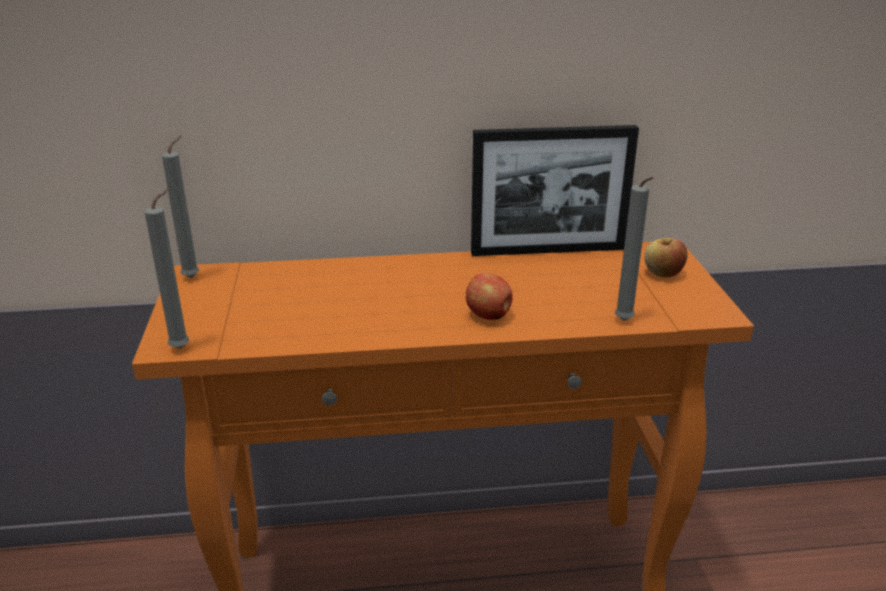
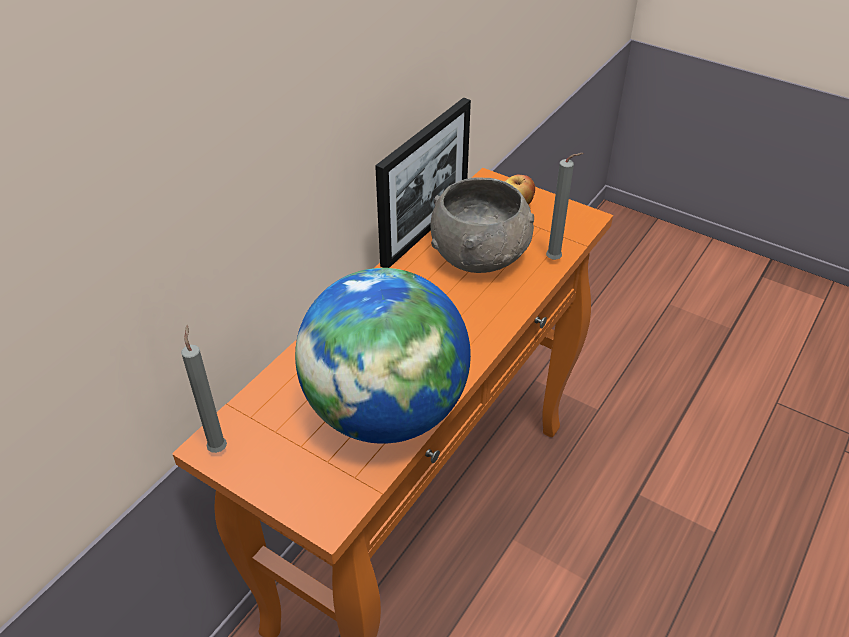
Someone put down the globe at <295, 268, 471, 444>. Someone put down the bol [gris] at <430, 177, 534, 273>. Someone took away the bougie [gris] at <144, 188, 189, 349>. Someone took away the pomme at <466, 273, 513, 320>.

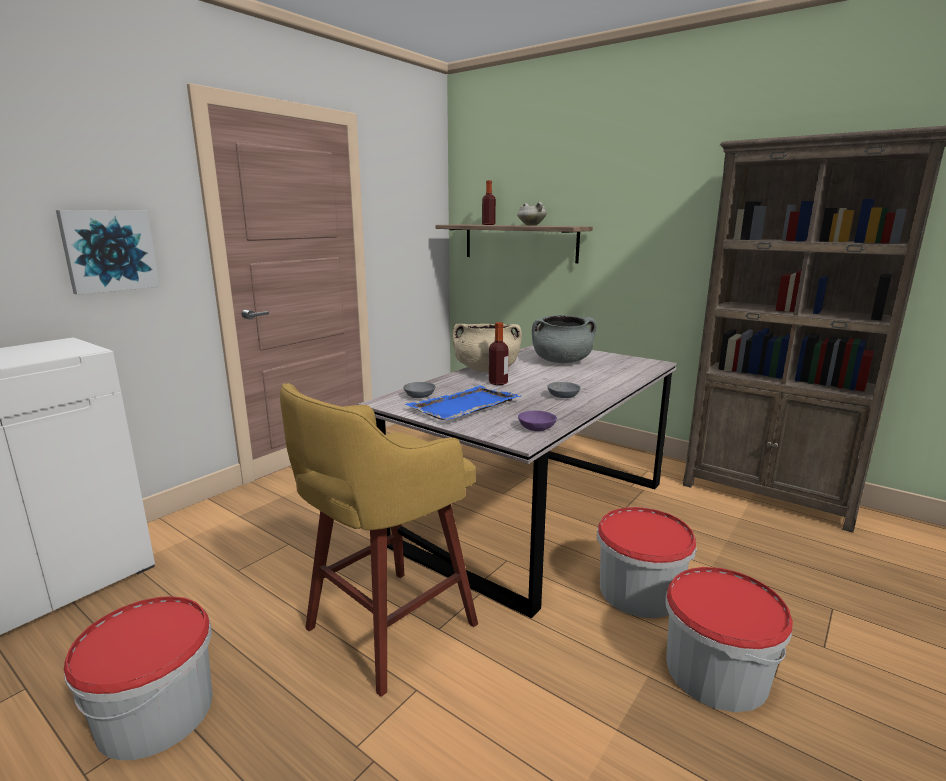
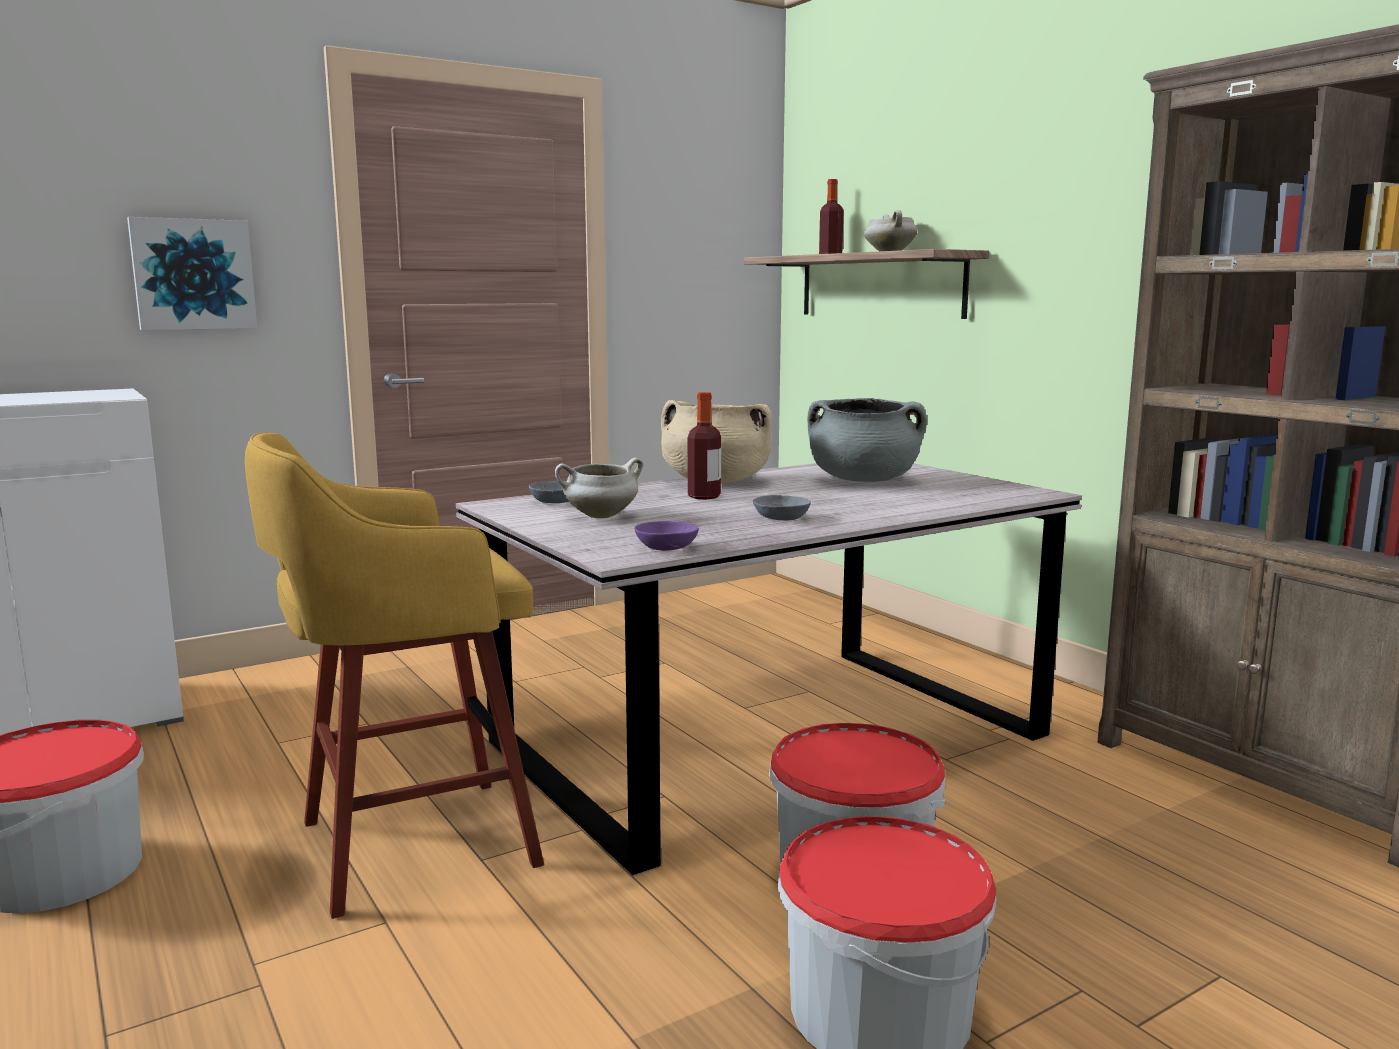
Someone swapped the plateau [bleu] at <405, 385, 521, 420> for the marmite [blanc] at <555, 458, 643, 518>.

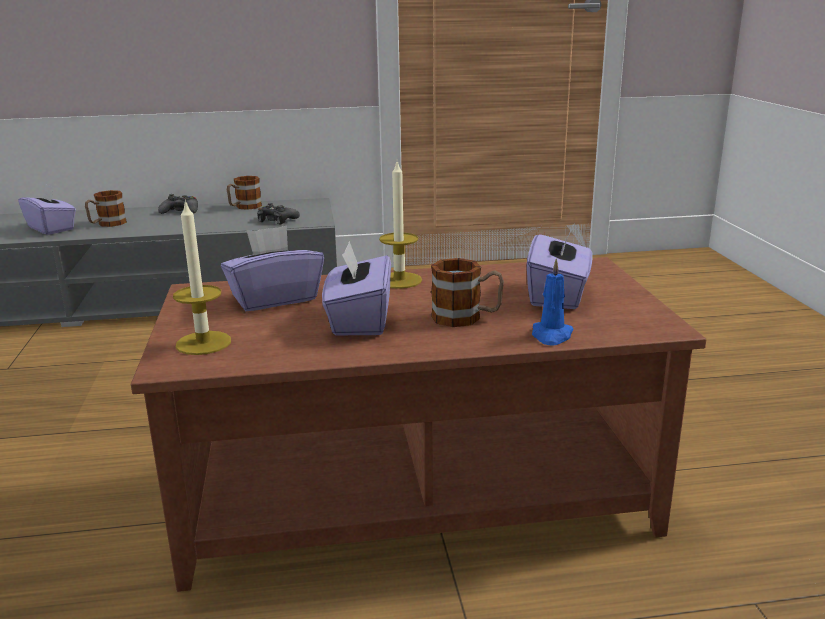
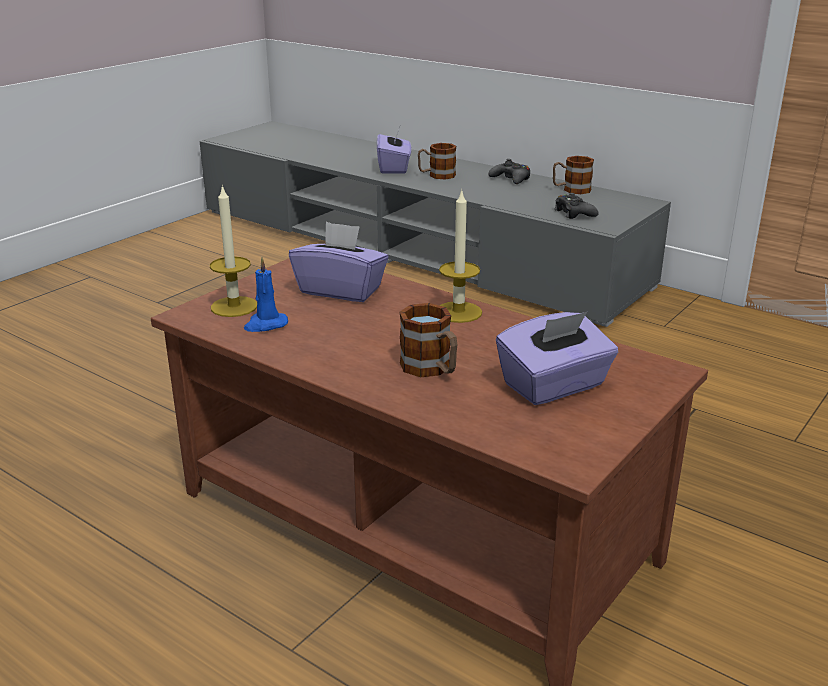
Someone carried the bougie [bleu] from <532, 258, 574, 346> to <244, 257, 288, 332>. Someone took away the boîte à mouchoirs [violet] at <322, 241, 391, 335>.

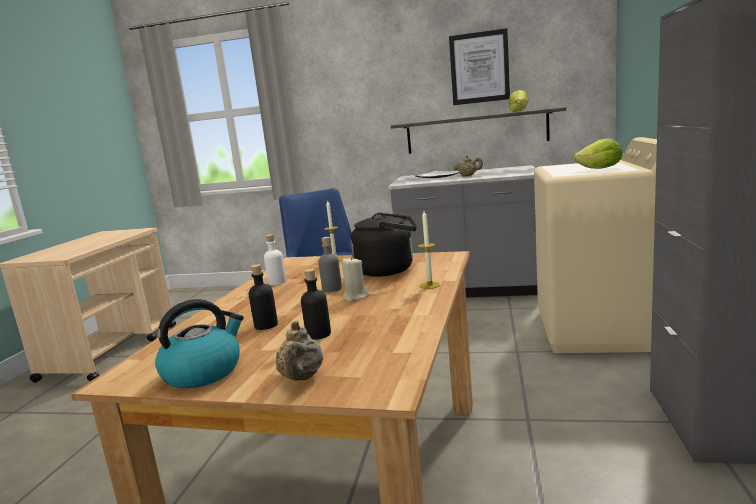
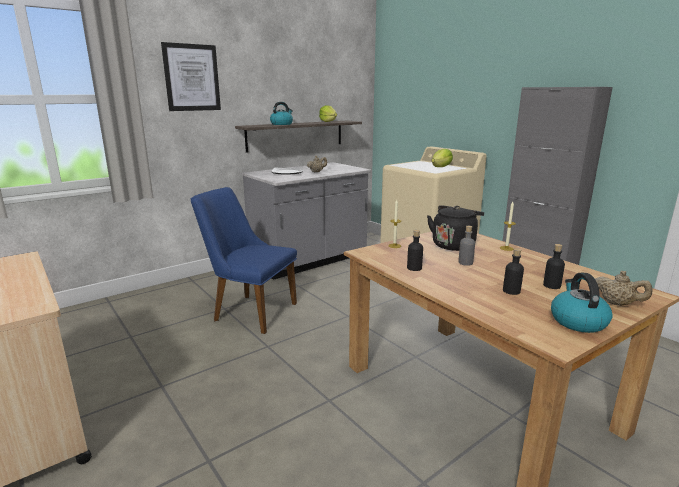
Someone carried the tableau from <449, 28, 510, 105> to <161, 42, 221, 111>. Someone put down the bouilloire at <270, 102, 293, 125>. Someone repainted the bouteille [blanc] at <264, 234, 286, 285>, which became the bouteille [noir] at <407, 230, 423, 271>. Someone took away the bougie [beige] at <342, 257, 369, 302>.

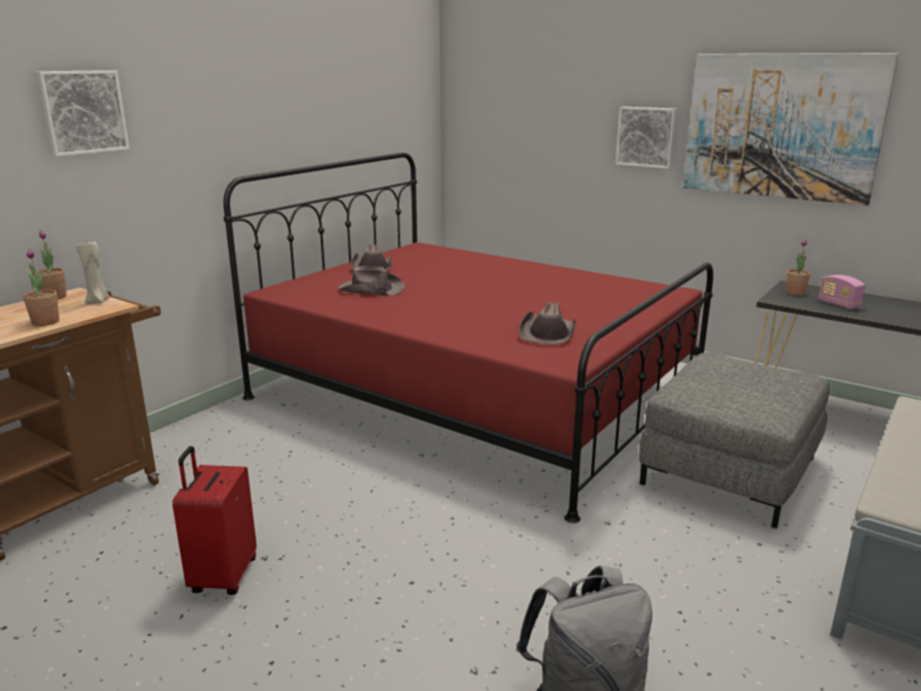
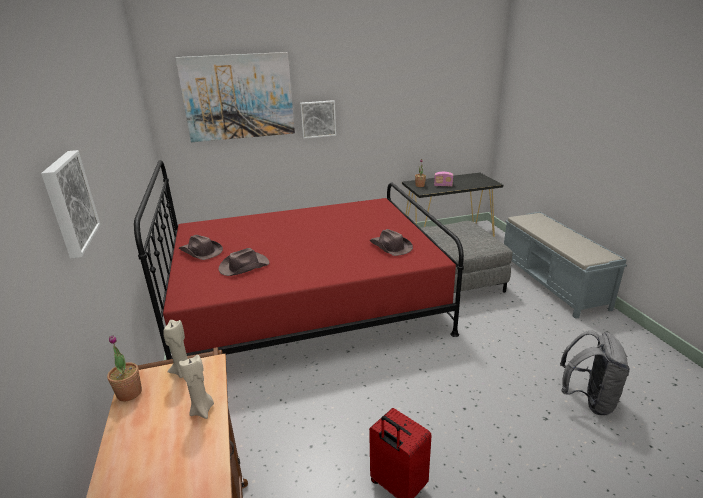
Someone carried the tableau from <683, 53, 899, 206> to <175, 52, 295, 142>. Someone swapped the plante en pot at <23, 249, 59, 326> for the bougie [beige] at <179, 355, 214, 419>.

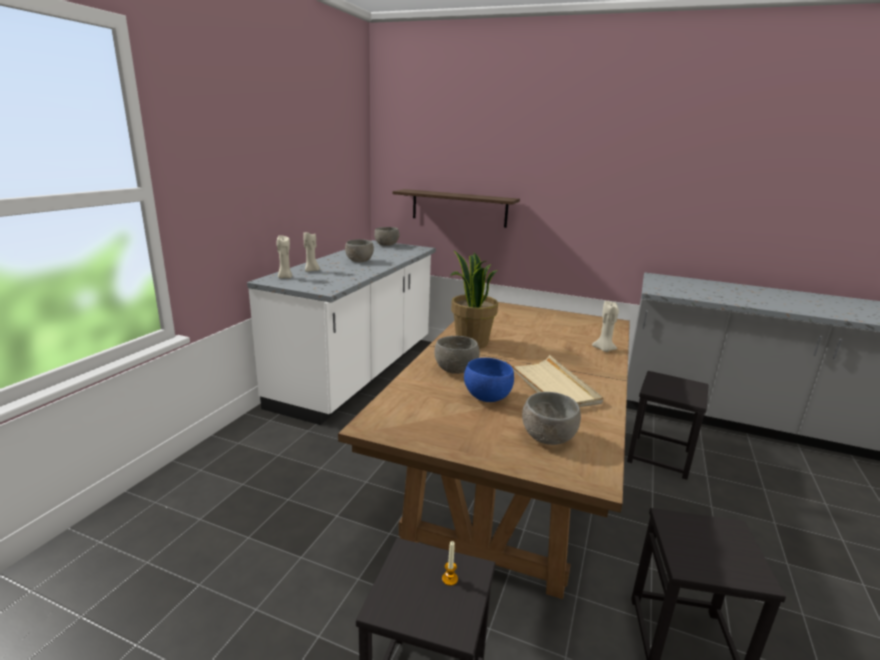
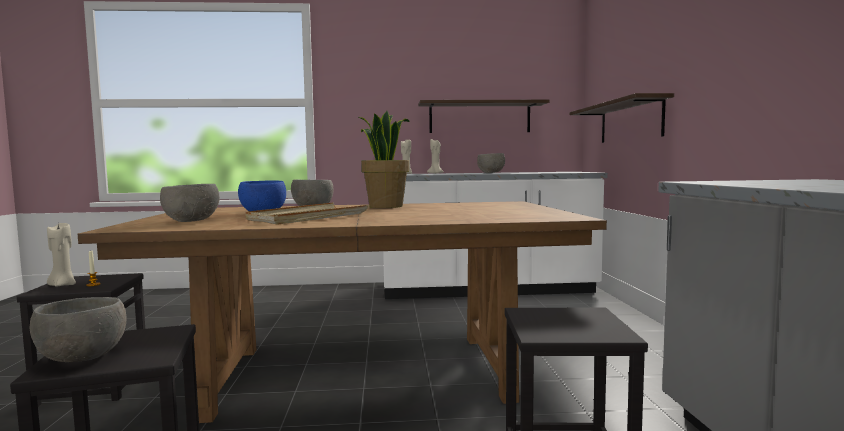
Someone carried the bol [gris] from <374, 227, 400, 246> to <30, 297, 126, 362>. Someone carried the bougie [beige] from <592, 301, 619, 352> to <47, 223, 76, 287>. Someone put up the étagère at <418, 100, 549, 133>.

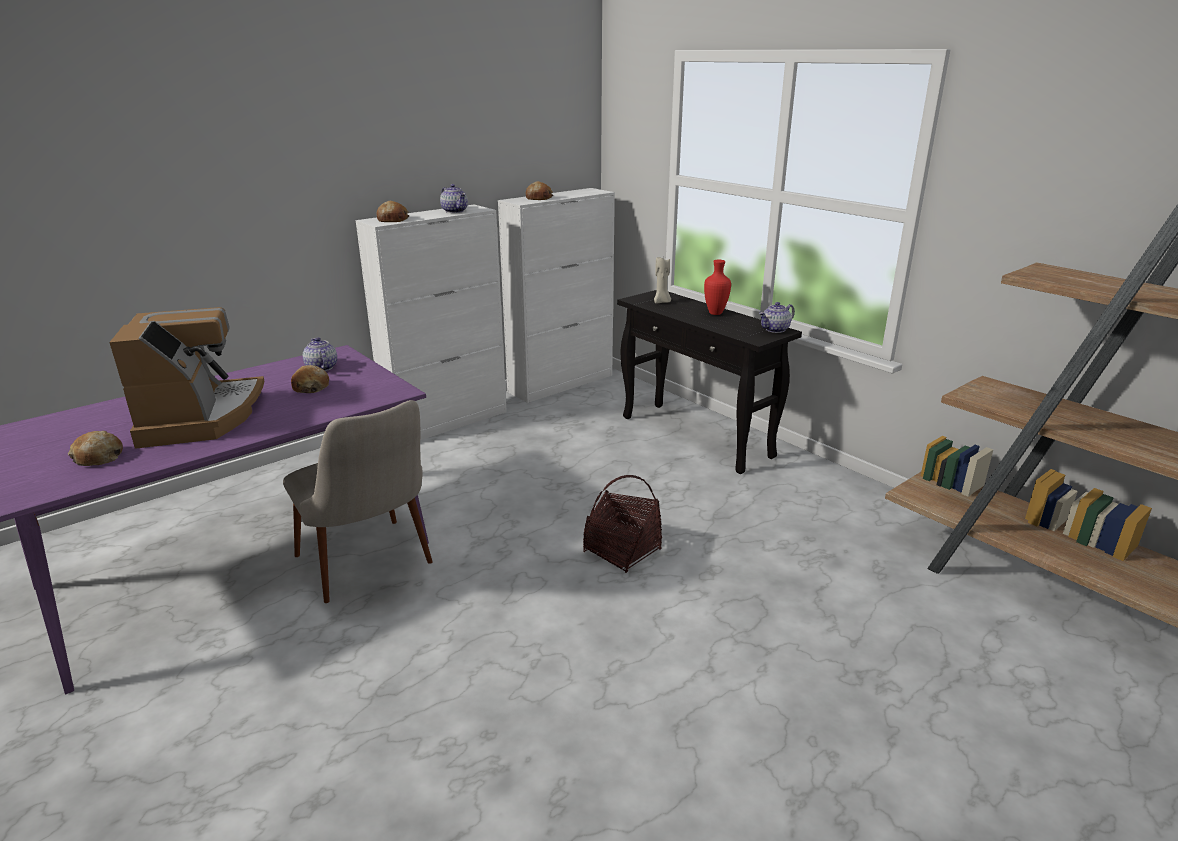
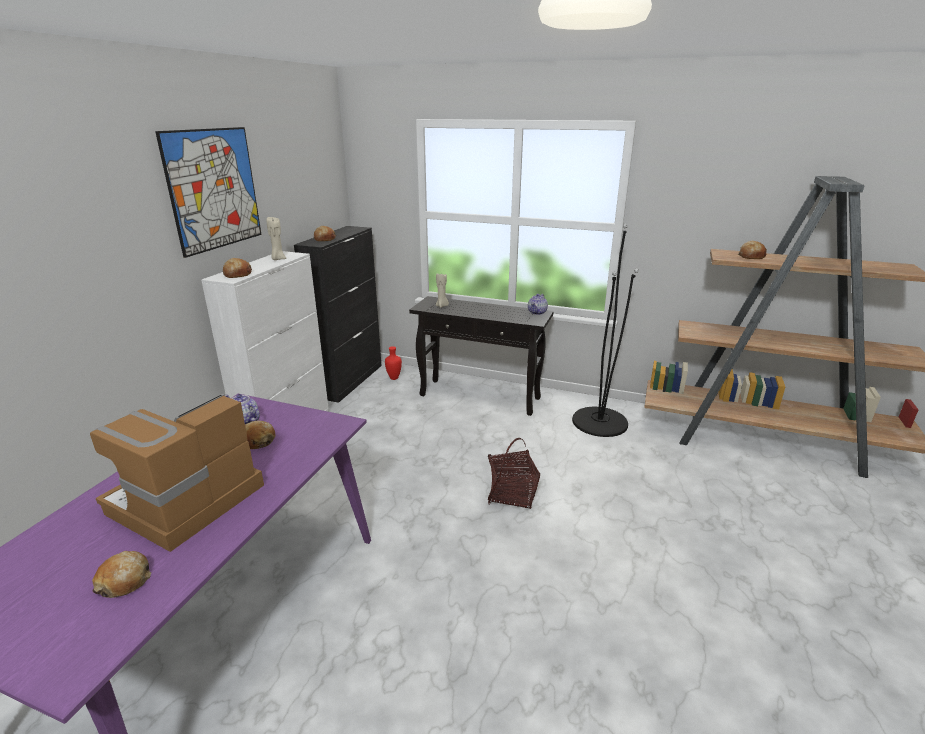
Someone rotated the machine à café at <109, 307, 264, 449> by 105 degrees counterclockwise. Someone put up the tableau at <155, 127, 262, 258>. Someone swapped the théière at <440, 184, 468, 213> for the bougie [beige] at <267, 217, 286, 260>. Someone repainted the meuble de rangement [blanc] at <498, 188, 615, 403>, which became the meuble de rangement [noir] at <294, 226, 381, 403>. Someone carried the vase [rouge] from <704, 260, 731, 315> to <385, 346, 402, 380>. Someone put down the lampadaire [noir] at <572, 224, 639, 437>. Someone put down the pain at <738, 241, 767, 259>. Someone took away the chaise [beige] at <283, 400, 433, 603>.

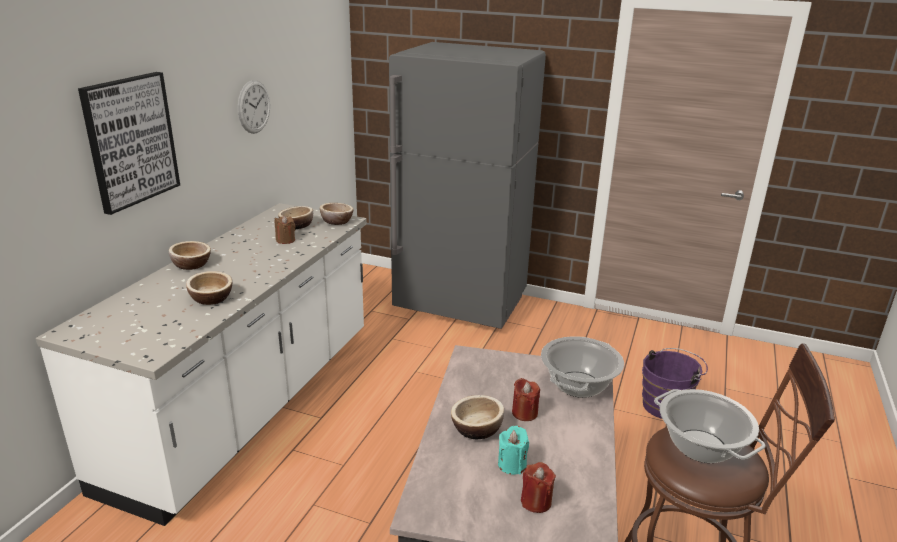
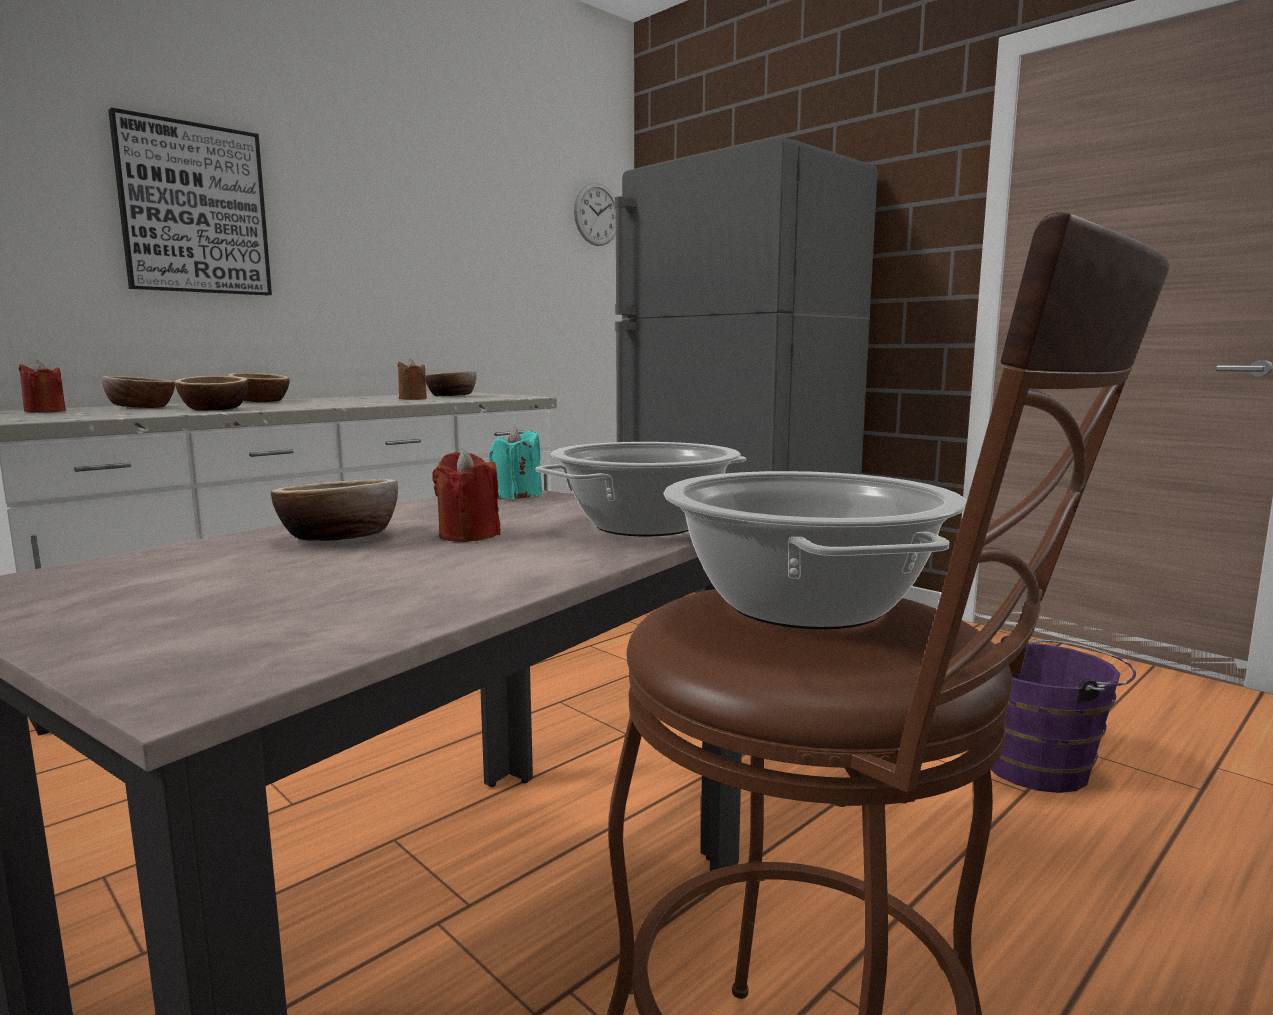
Someone carried the bougie [rouge] from <521, 462, 556, 513> to <19, 360, 66, 413>. Someone carried the bol from <320, 203, 353, 225> to <102, 376, 175, 408>. Someone carried the bougie [turquoise] from <498, 426, 529, 475> to <489, 427, 542, 499>. Someone carried the horloge murale from <238, 80, 270, 134> to <574, 183, 616, 246>.

